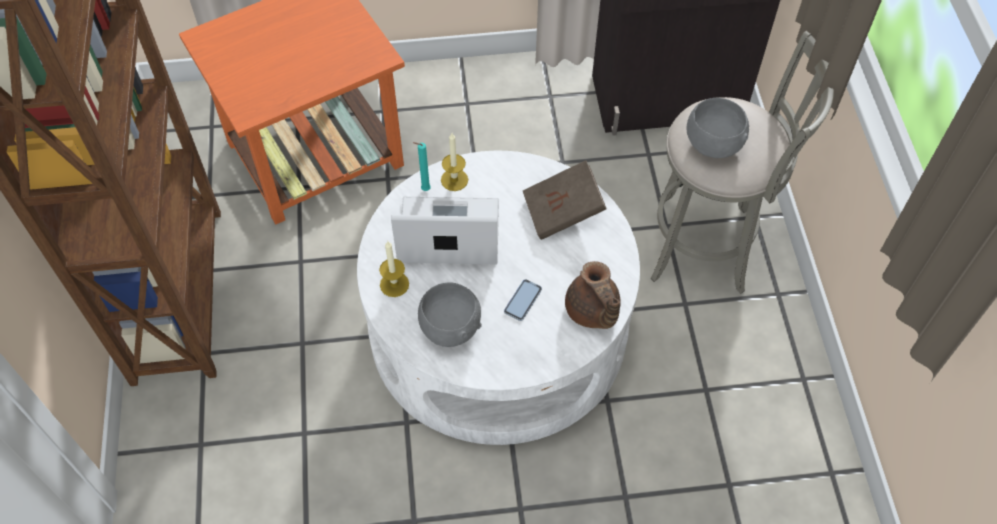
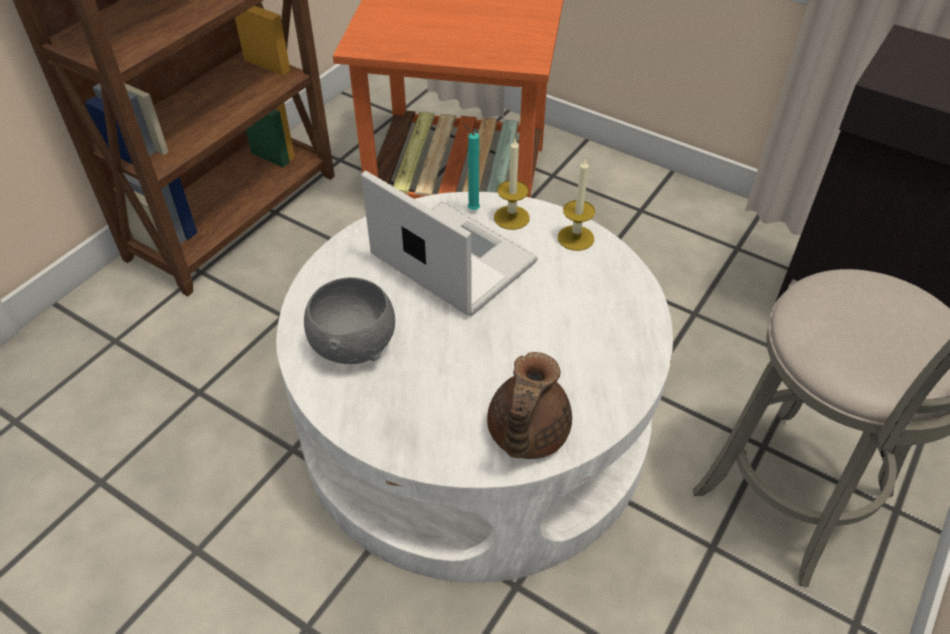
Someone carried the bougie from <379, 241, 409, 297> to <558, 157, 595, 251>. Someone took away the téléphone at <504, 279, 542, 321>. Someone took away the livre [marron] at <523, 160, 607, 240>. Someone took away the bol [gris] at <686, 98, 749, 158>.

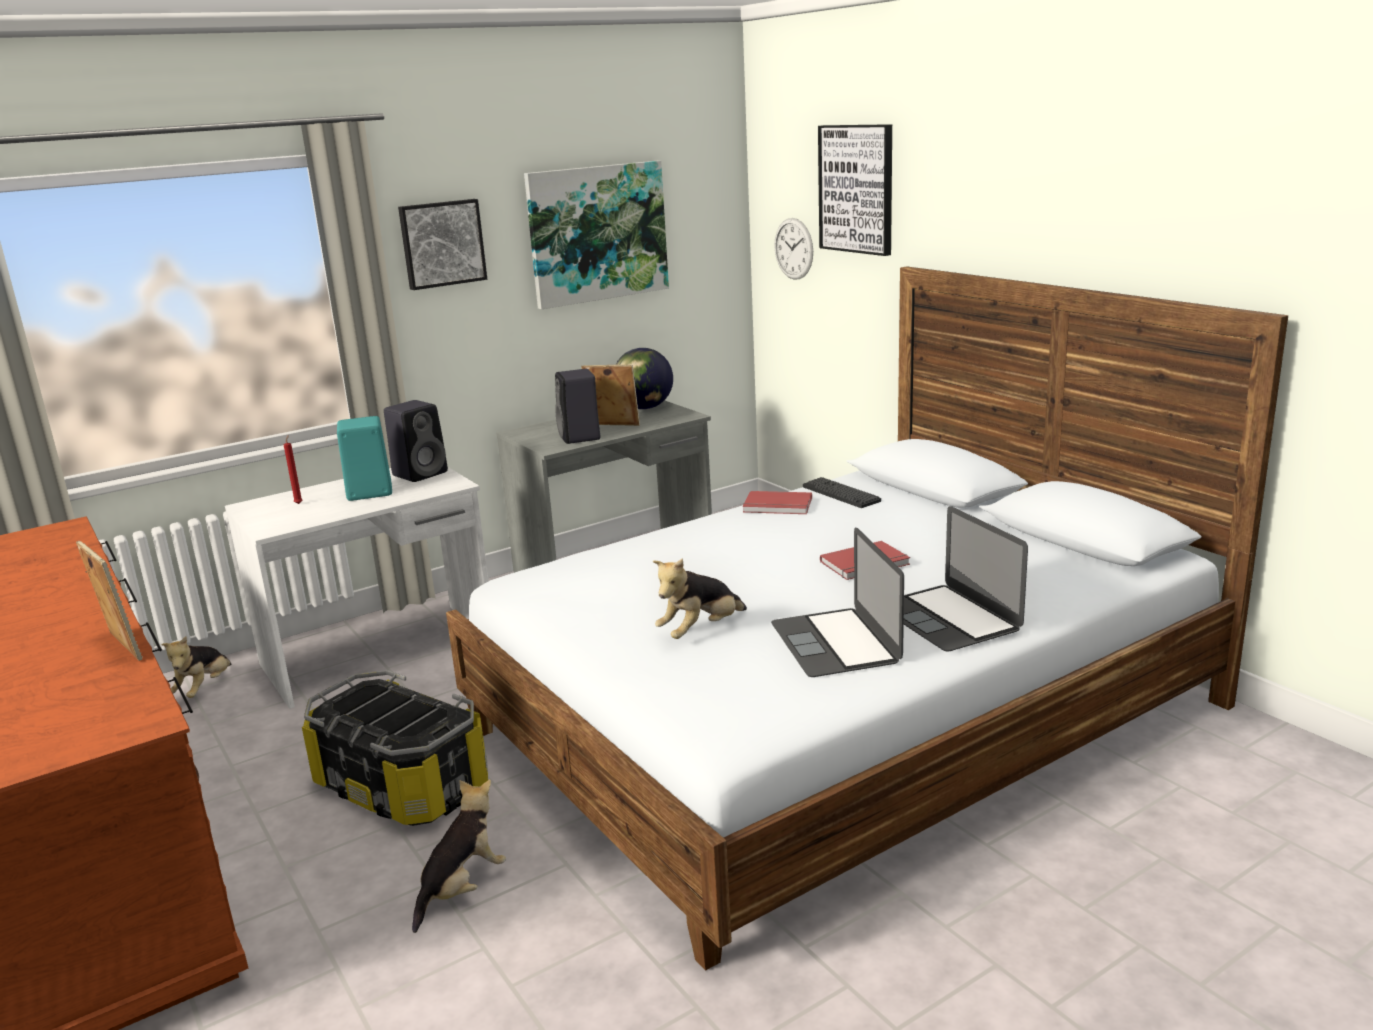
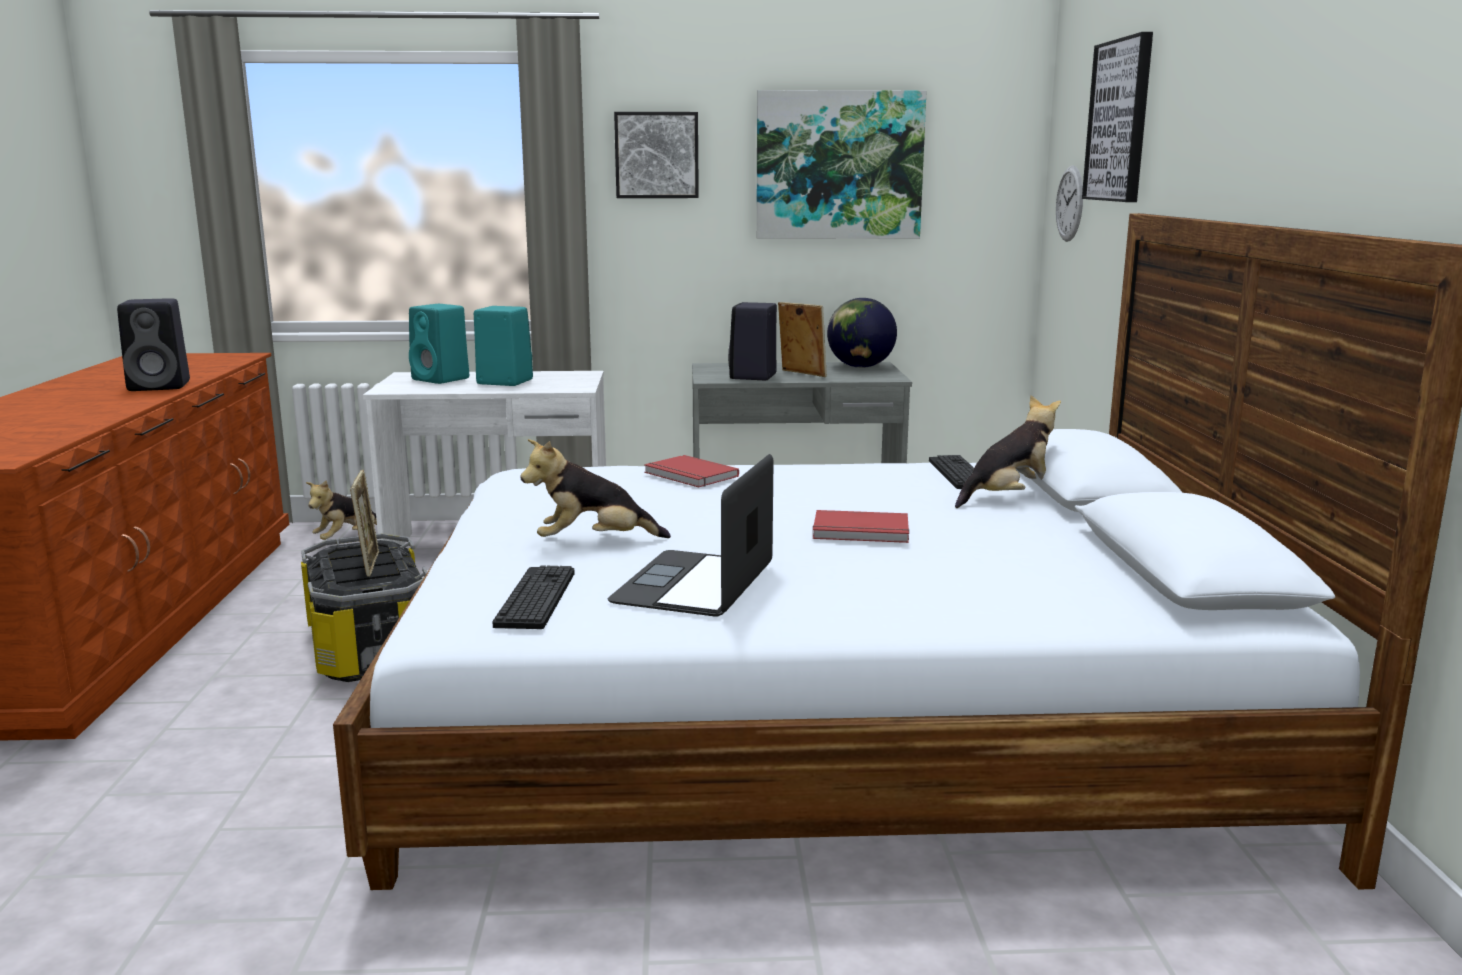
Someone carried the enceinte [noir] from <384, 400, 448, 482> to <117, 298, 190, 391>. Someone carried the cadre photo from <76, 540, 143, 661> to <350, 470, 379, 577>. Someone swapped the bougie [rouge] at <284, 435, 303, 504> for the enceinte [turquoise] at <409, 304, 469, 384>. Someone put down the clavier at <492, 565, 575, 629>. Someone carried the livre [rouge] from <743, 491, 812, 514> to <644, 455, 739, 487>. Someone carried the peluche from <412, 780, 506, 933> to <955, 395, 1061, 508>. Someone took away the ordinateur portable at <904, 506, 1028, 652>.

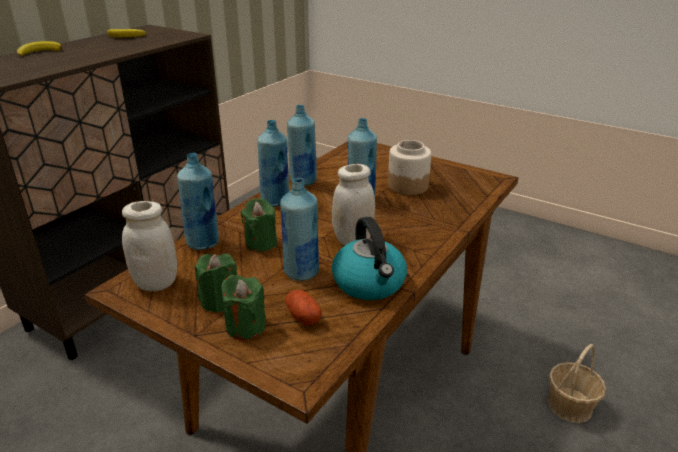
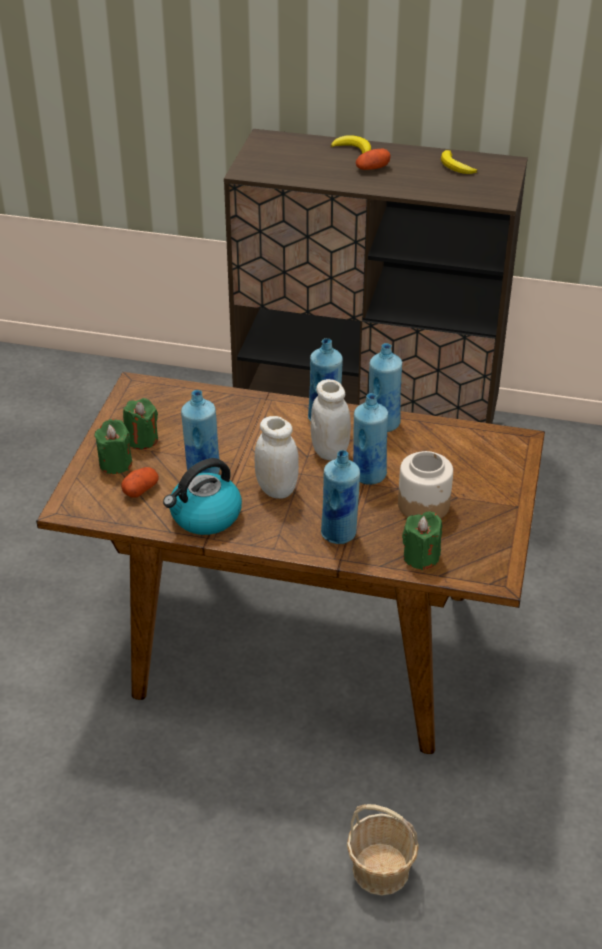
Someone carried the bocal [blanc] from <122, 201, 177, 291> to <311, 379, 351, 461>. Someone carried the bouteille [bleu] from <177, 153, 219, 250> to <321, 450, 360, 544>. Someone put down the pomme de terre at <356, 148, 391, 170>. Someone carried the bougie [vert] from <241, 198, 277, 252> to <402, 511, 442, 570>.

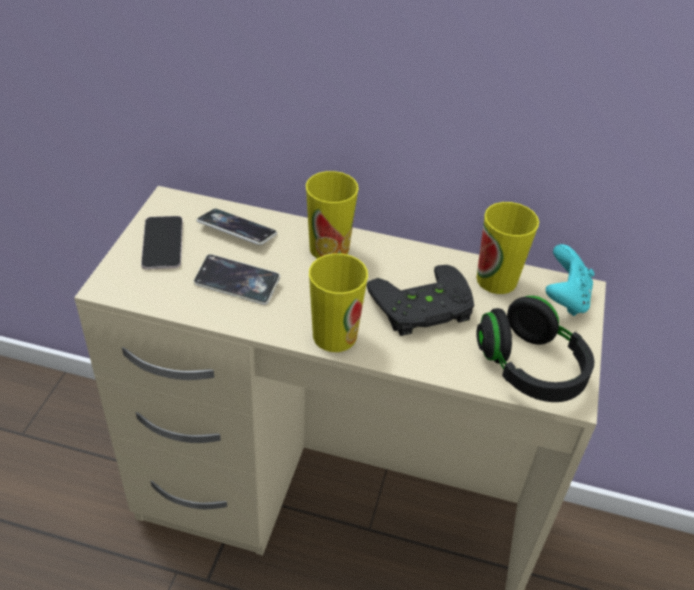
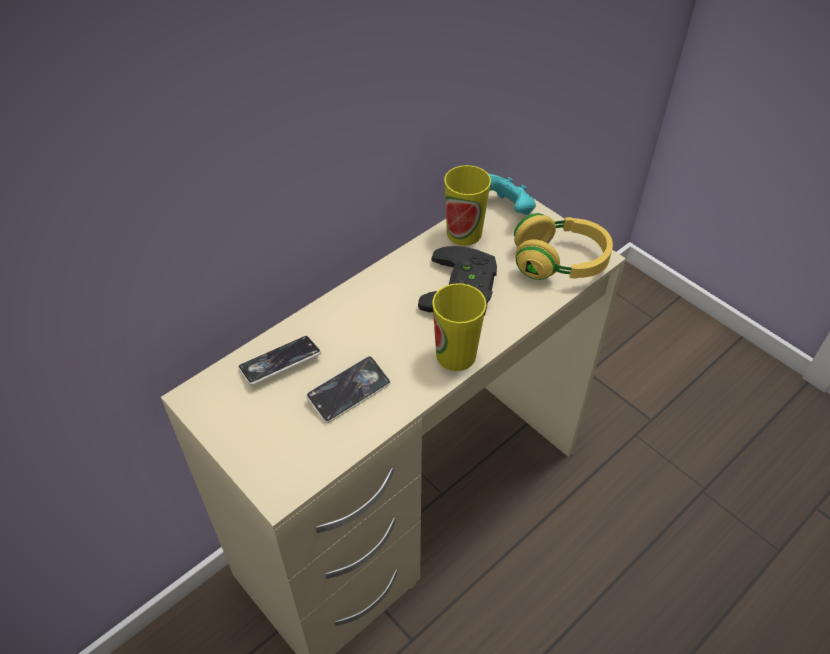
Someone repainted the casque audio [noir] at <477, 296, 594, 402>, which became the casque audio [jaune] at <514, 213, 613, 280>. Someone took away the téléphone at <141, 216, 183, 270>. Someone took away the tasse at <306, 171, 359, 258>.

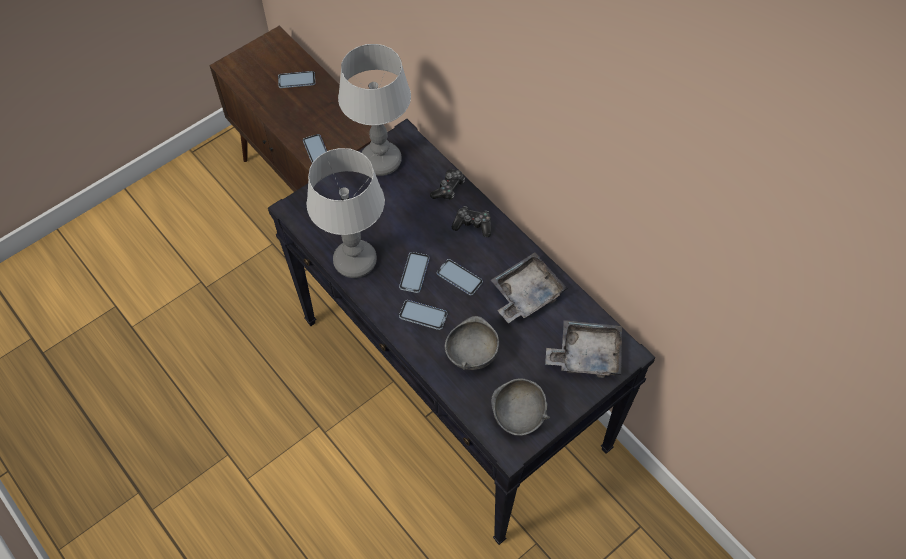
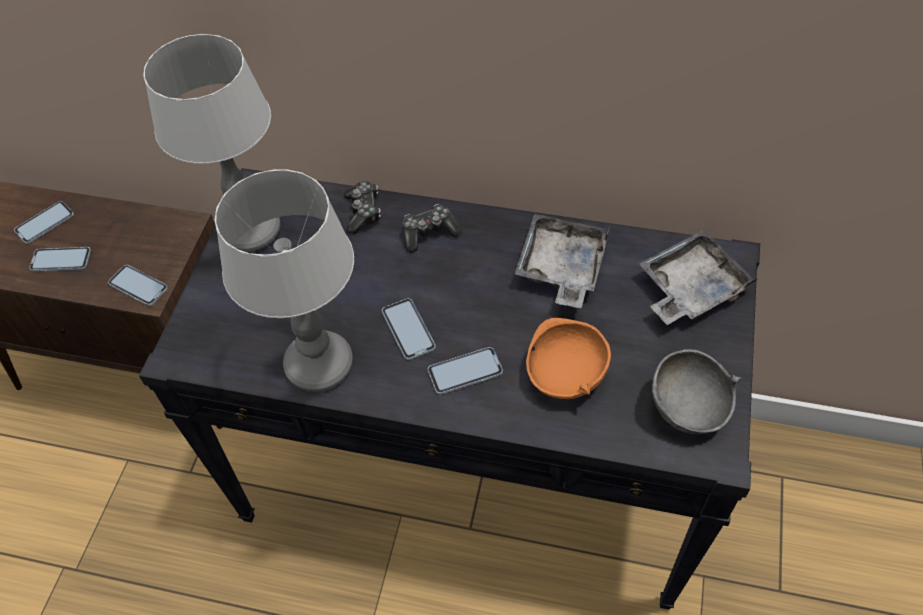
Someone carried the téléphone from <437, 259, 483, 295> to <29, 247, 91, 272>. Someone repainted the bol [gris] at <445, 316, 499, 370>, which became the bol [orange] at <526, 318, 611, 399>.

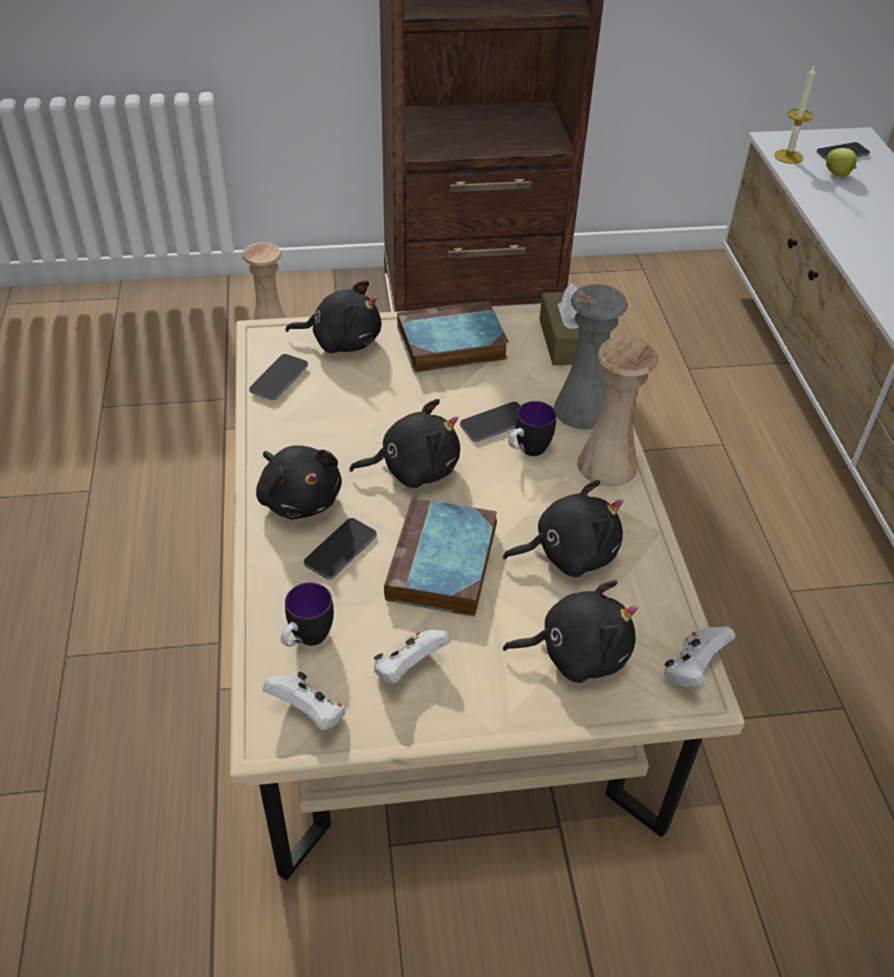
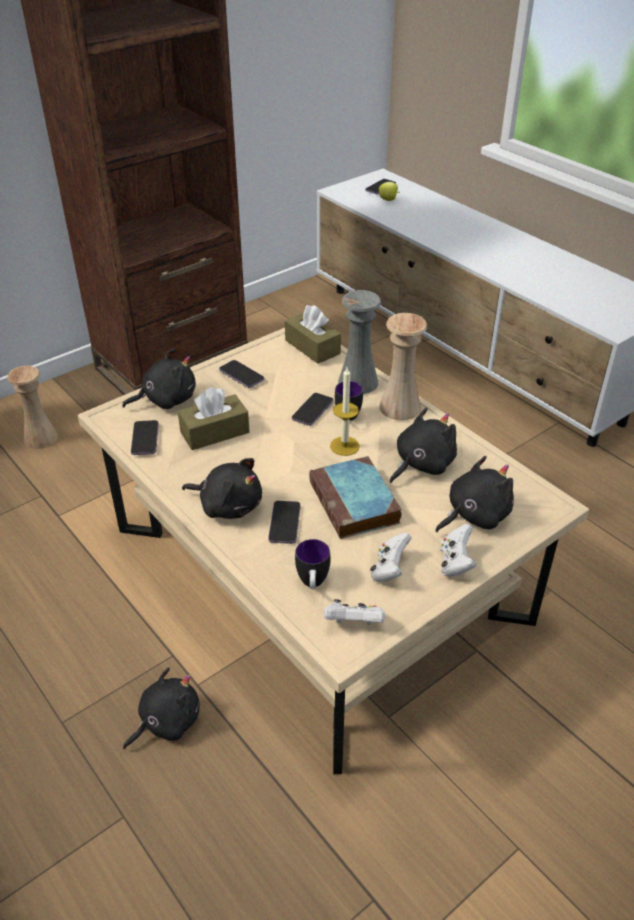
Someone carried the peluche [noir] from <349, 399, 460, 488> to <123, 667, 200, 749>. Someone put down the boîte à mouchoirs [marron] at <178, 387, 250, 450>. Someone swapped the livre at <397, 301, 509, 373> for the téléphone at <219, 360, 264, 388>. Someone carried the bougie from <774, 66, 815, 164> to <330, 368, 360, 456>. Someone carried the manette [blanc] from <664, 626, 735, 687> to <440, 524, 476, 577>.

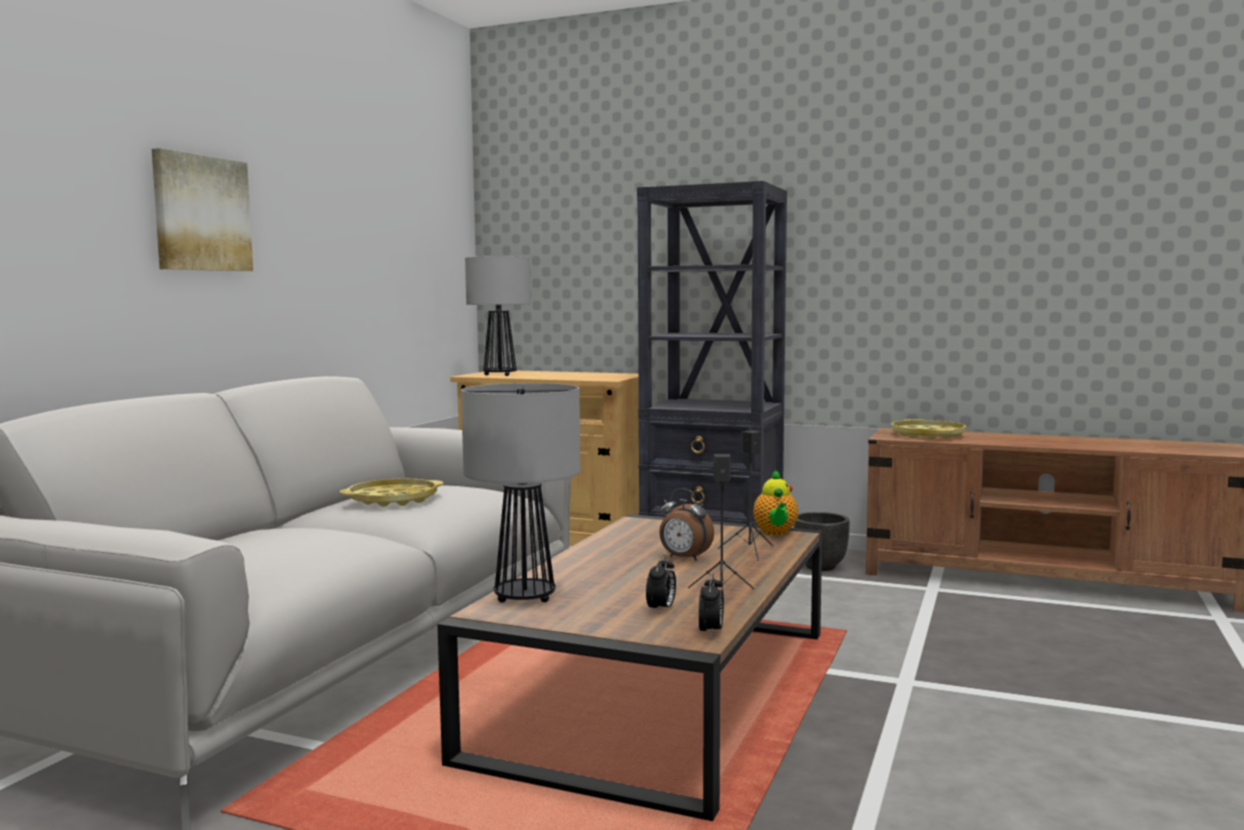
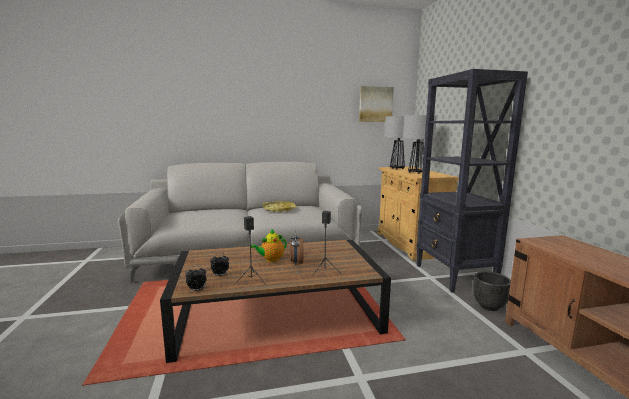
Someone carried the théière from <753, 470, 798, 535> to <251, 228, 287, 262>. Someone carried the tableau from <152, 148, 253, 271> to <359, 86, 394, 122>. Someone carried the lampe de table from <461, 383, 580, 602> to <403, 115, 437, 174>. Someone took away the plateau [jaune] at <891, 419, 966, 439>.

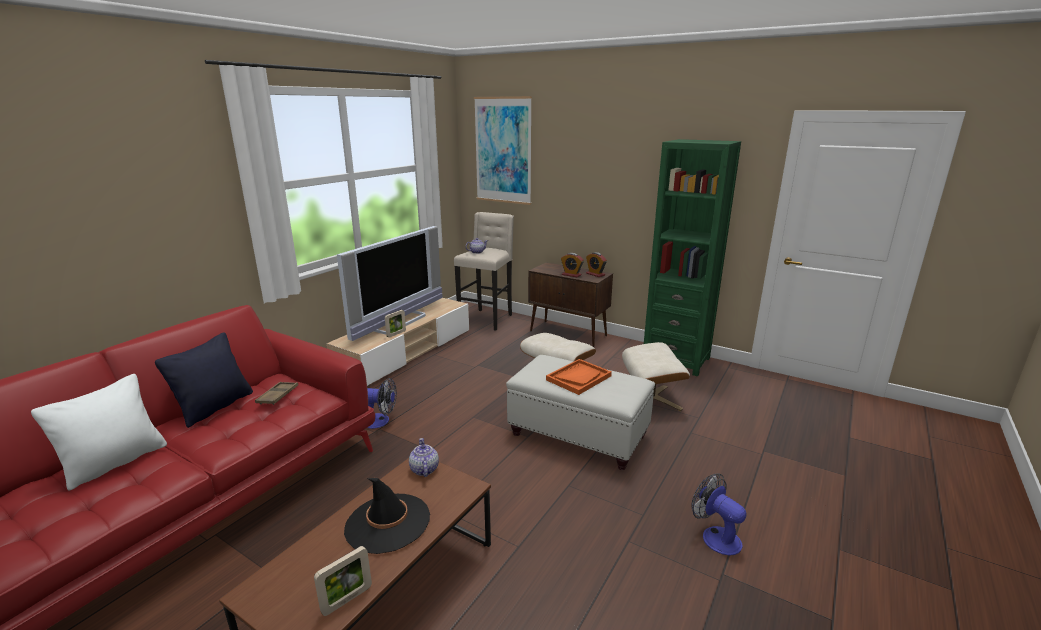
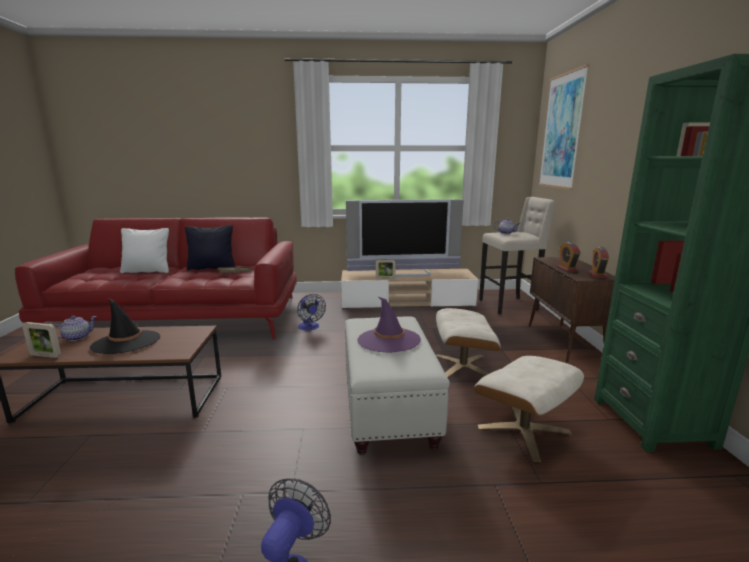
Someone carried the théière from <409, 438, 439, 477> to <54, 316, 97, 341>. Someone swapped the plateau [orange] at <546, 359, 612, 395> for the chapeau [violet] at <357, 297, 421, 353>.

